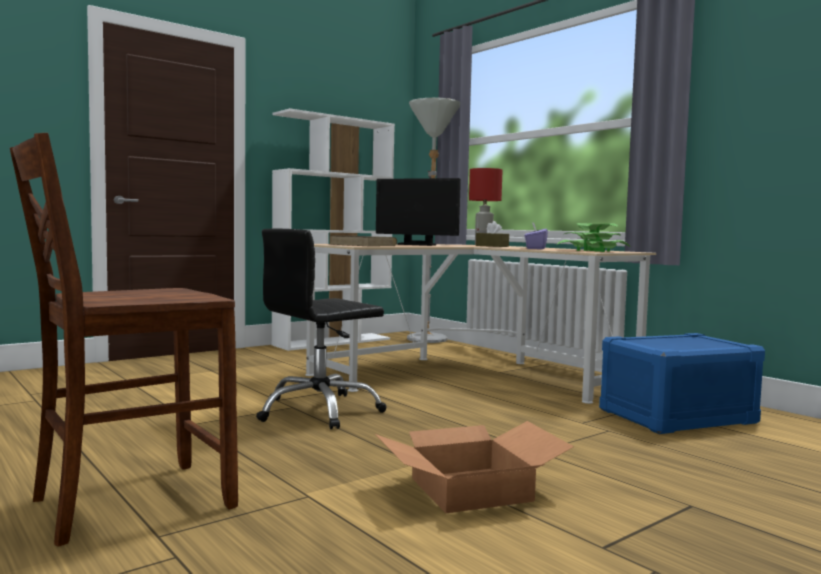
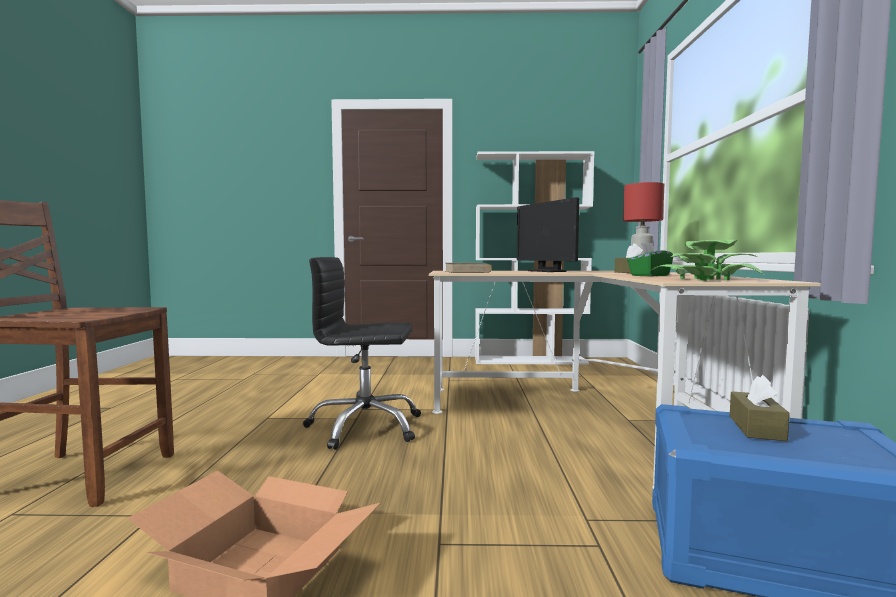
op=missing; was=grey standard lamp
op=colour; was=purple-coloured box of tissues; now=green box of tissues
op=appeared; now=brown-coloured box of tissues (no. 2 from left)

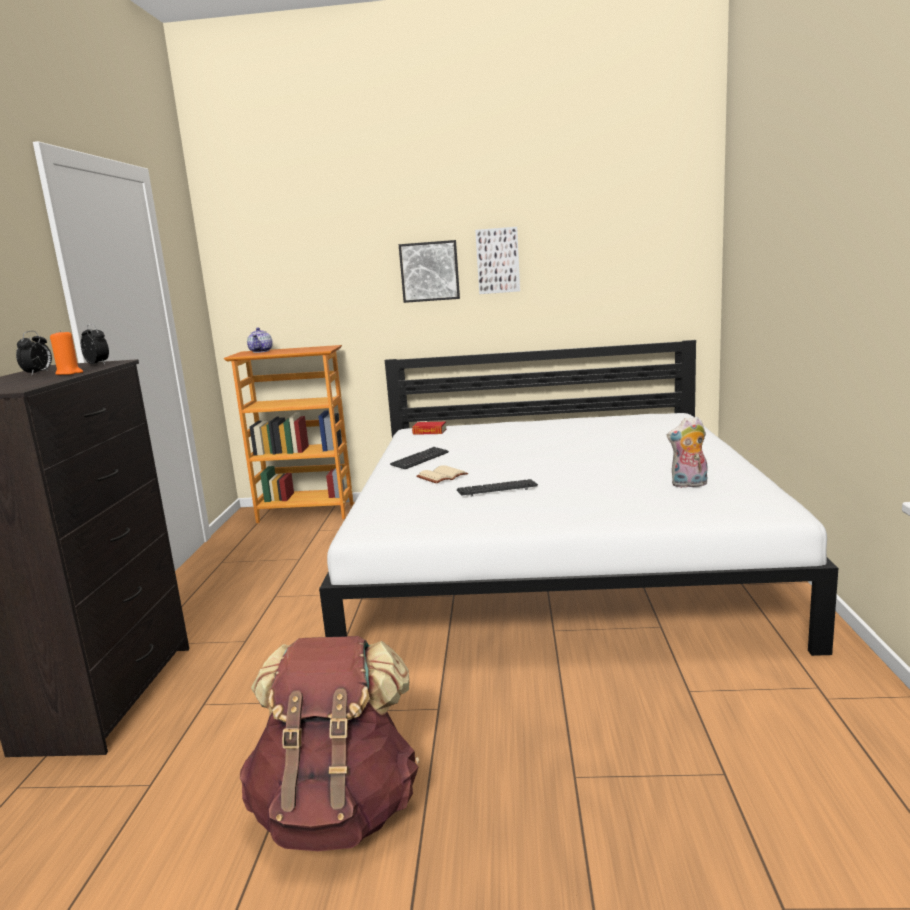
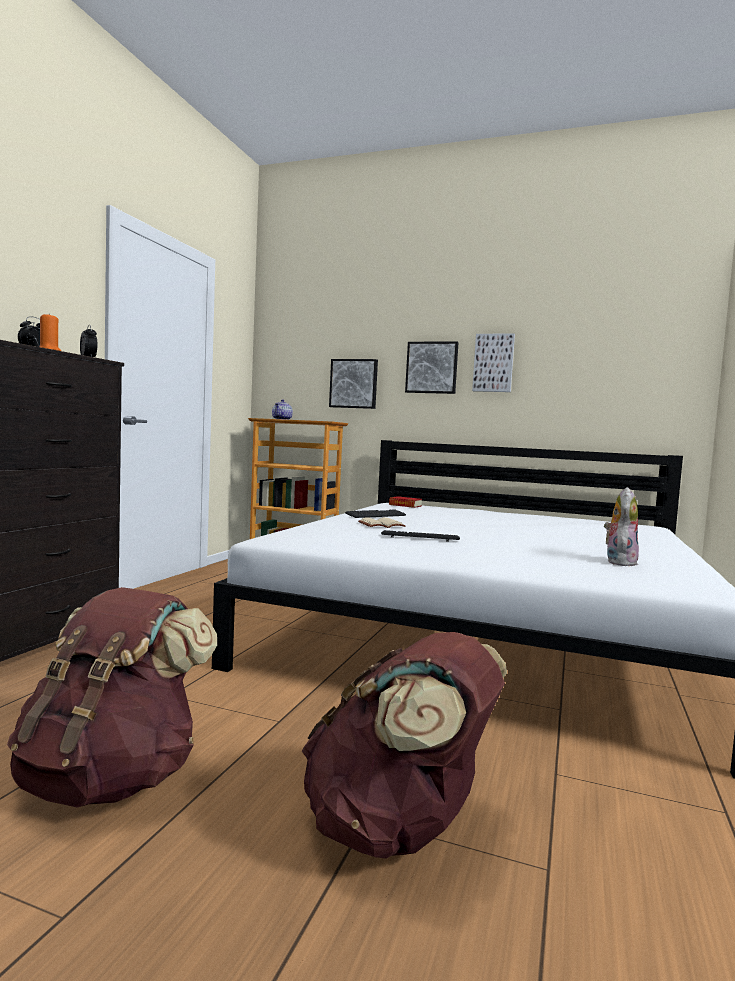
op=spun; was=soft toy; clockwise=105
op=appeared; now=brown-coloured backpack (no. 2 from left)
op=appeared; now=wall picture (no. 1 from left)

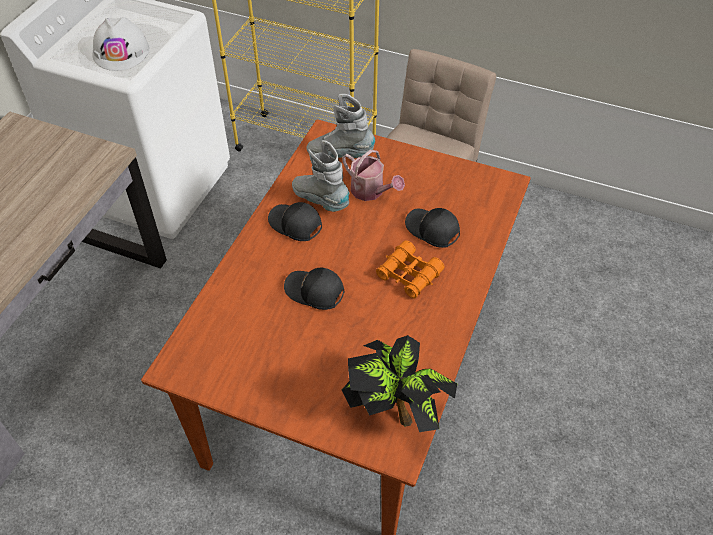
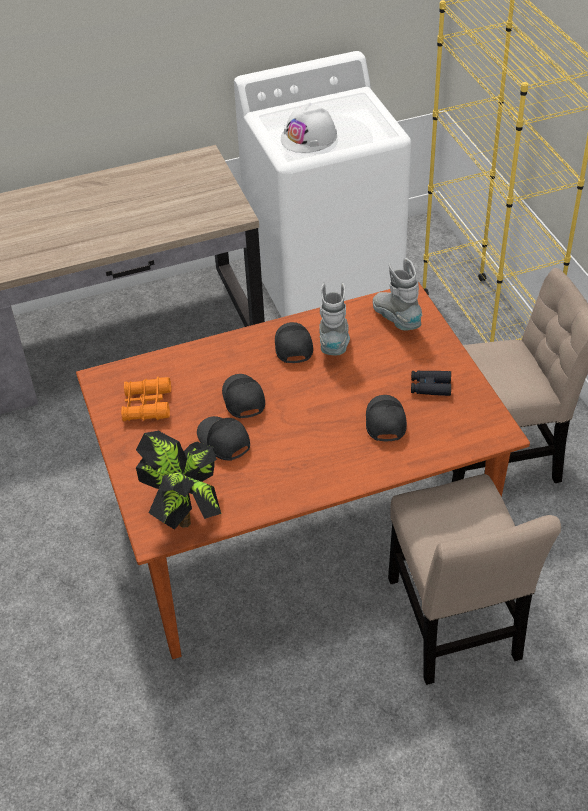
op=missing; was=watering can
op=relocated; was=orangey field glasses
op=appeared; now=black cap (no. 1 from left)
op=appeared; now=beige-coloured upright chair (no. 1 from left)
op=appeared; now=black field glasses

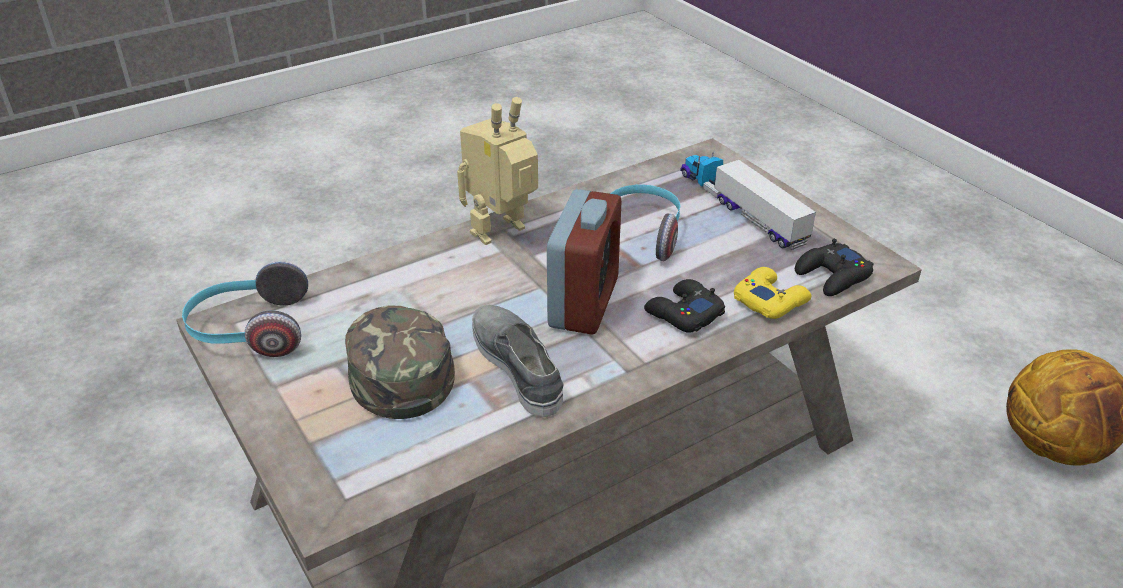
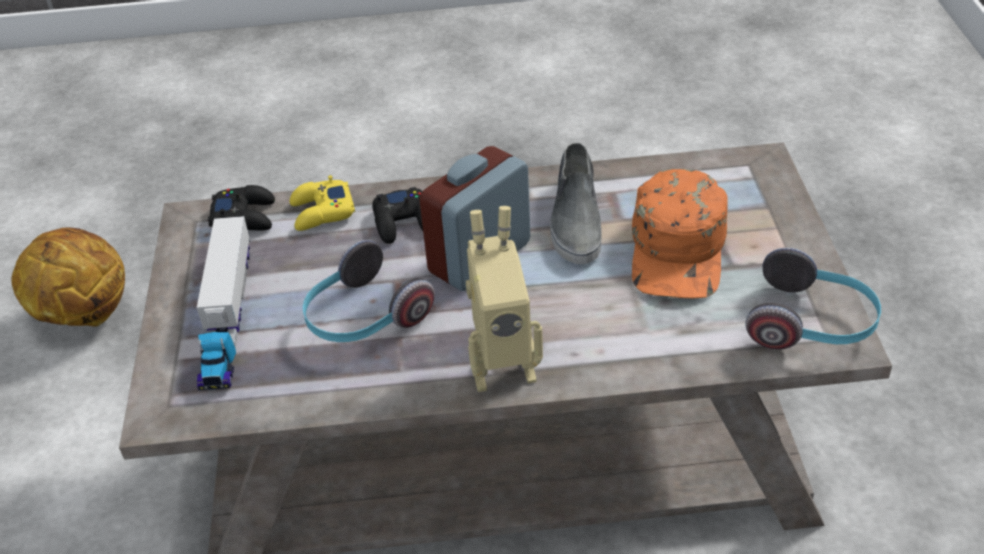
op=colour; was=green cap; now=orangey cap

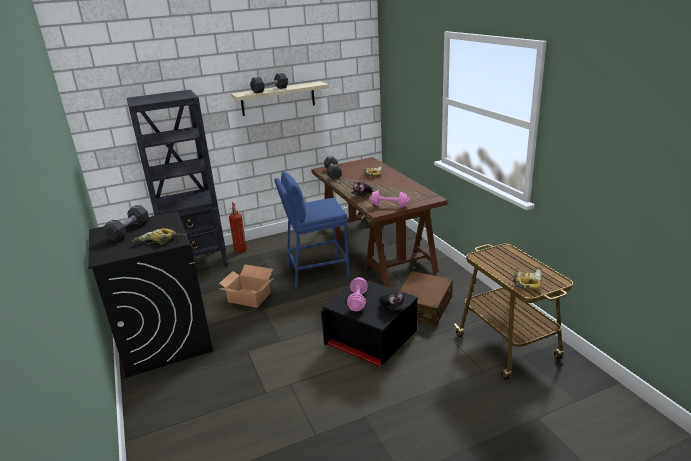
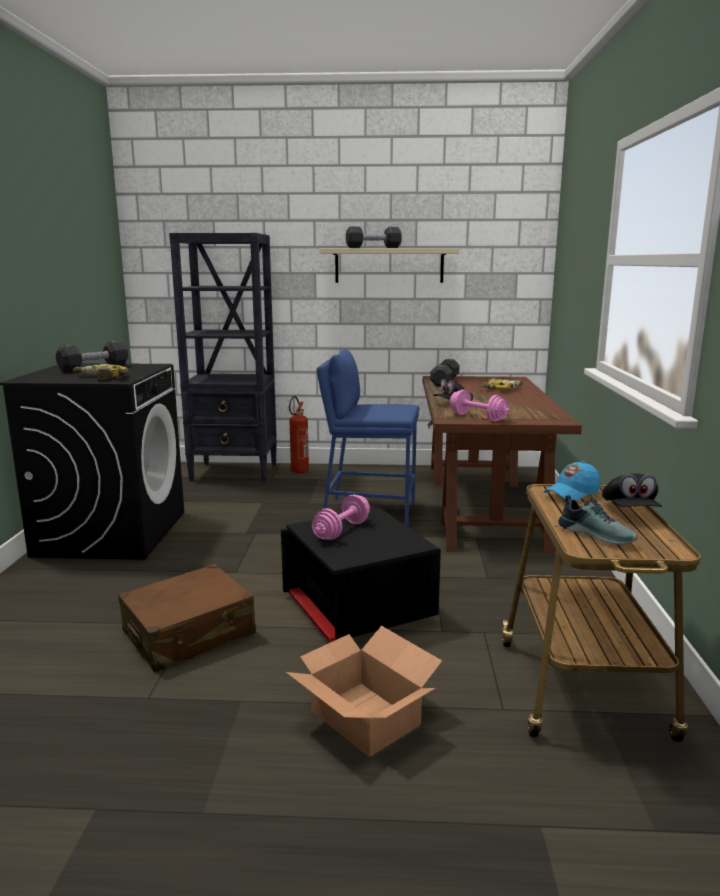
op=relocated; was=carton
op=relocated; was=black cap (no. 2 from left)
op=relocated; was=brown-coloured suitcase
op=exchanged; was=drill (no. 3 from left); now=item of footwear
op=appeared; now=bluish cap

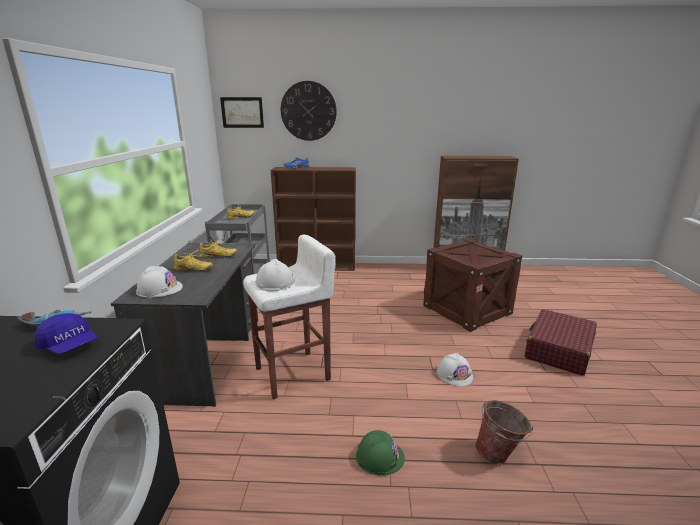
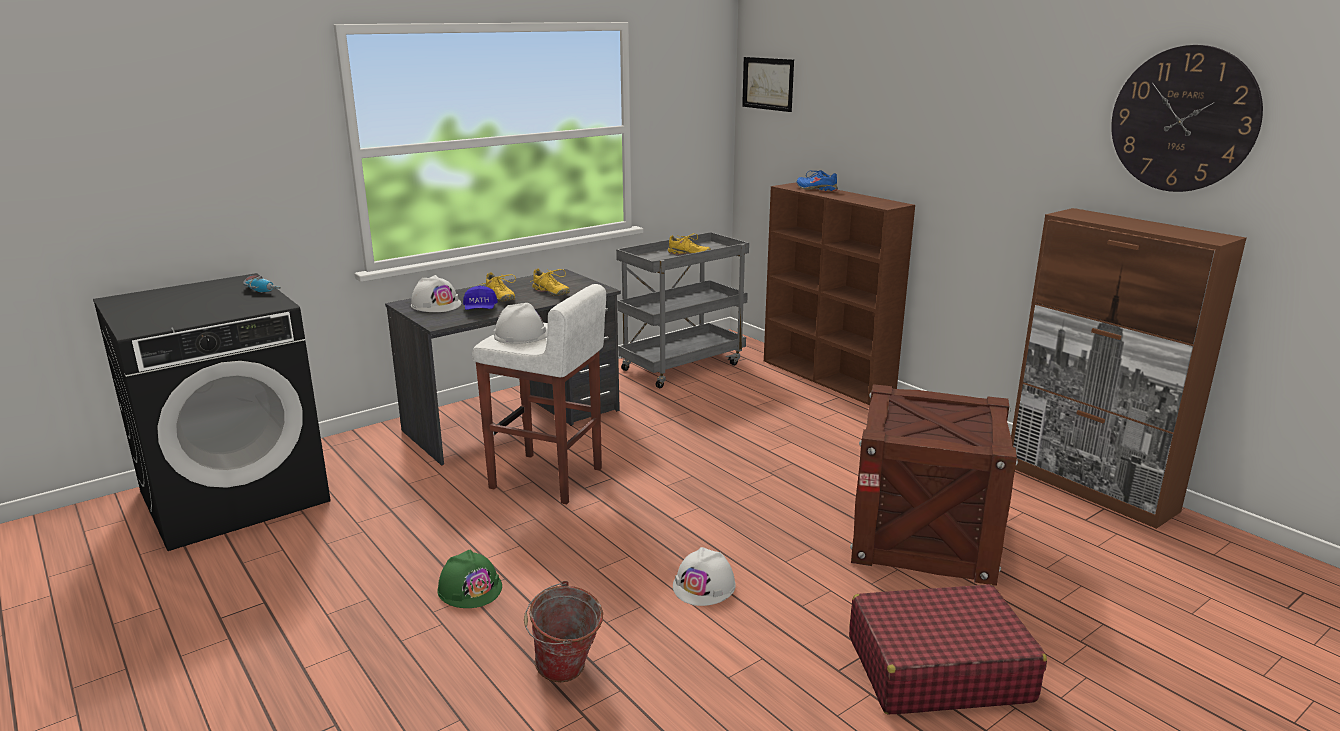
op=relocated; was=bluish cap
op=relocated; was=wall clock

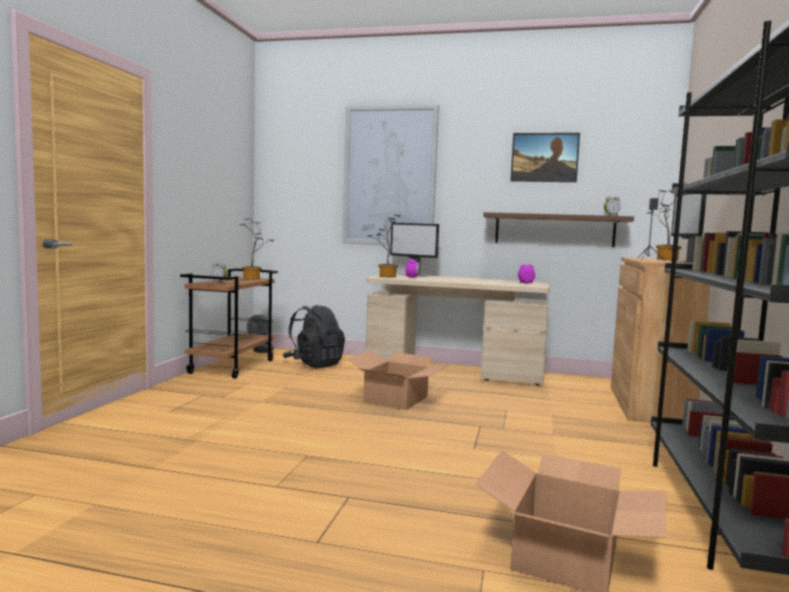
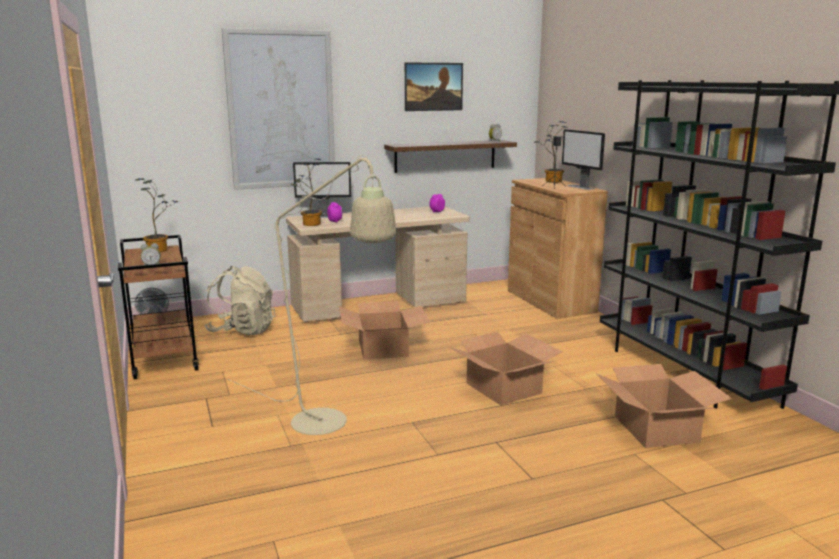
op=colour; was=black backpack; now=beige-coloured backpack
op=appeared; now=beige-coloured standard lamp
op=appeared; now=carton (no. 2 from left)

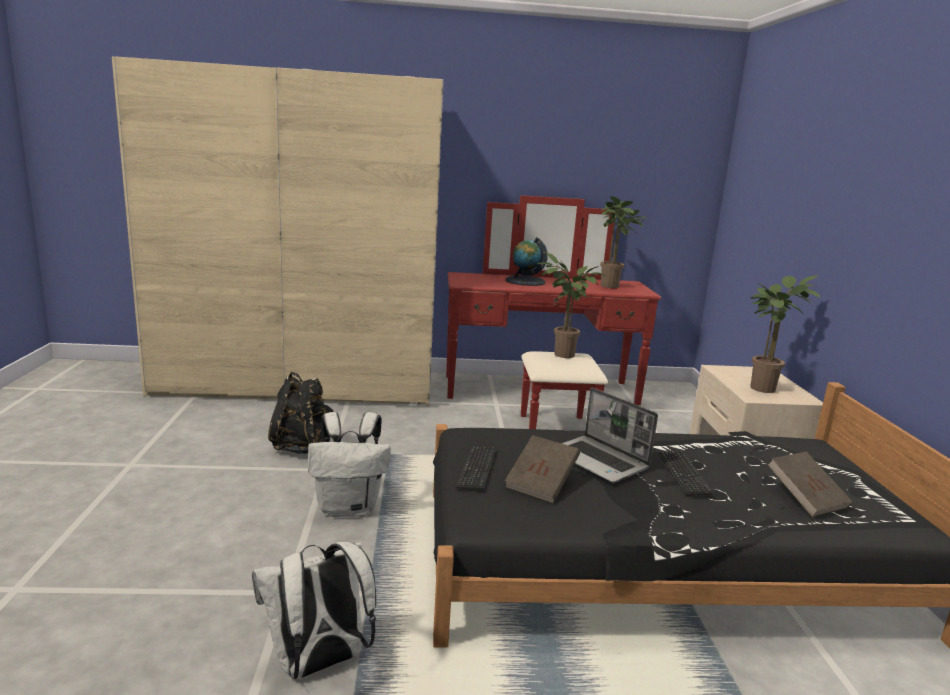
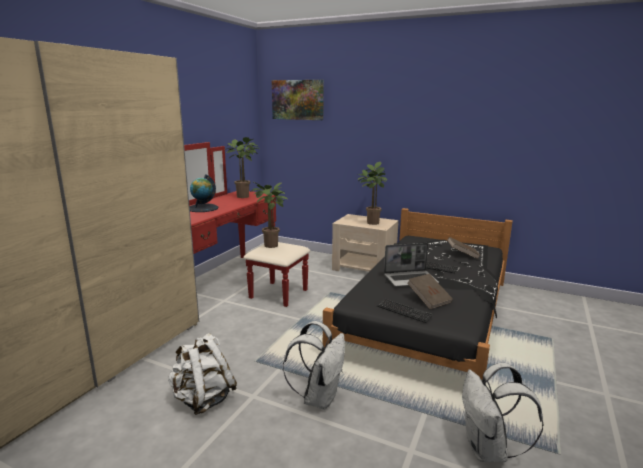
op=colour; was=black backpack; now=white backpack (no. 1 from left)
op=appeared; now=wall picture

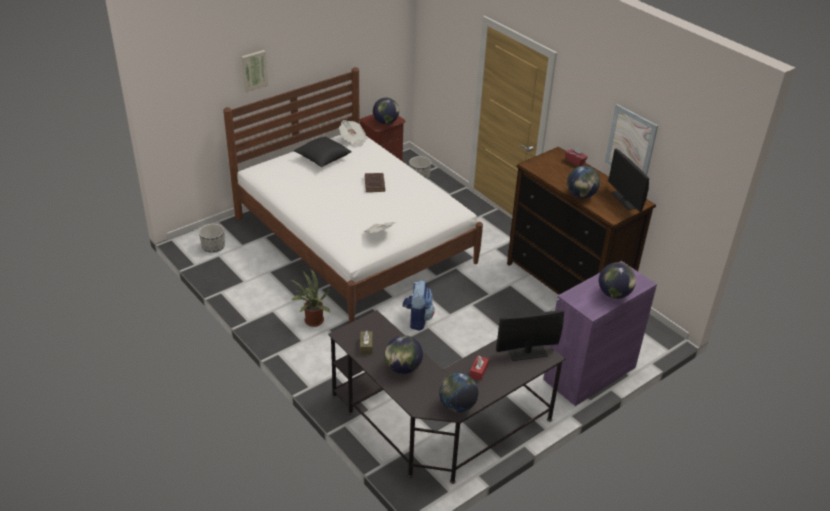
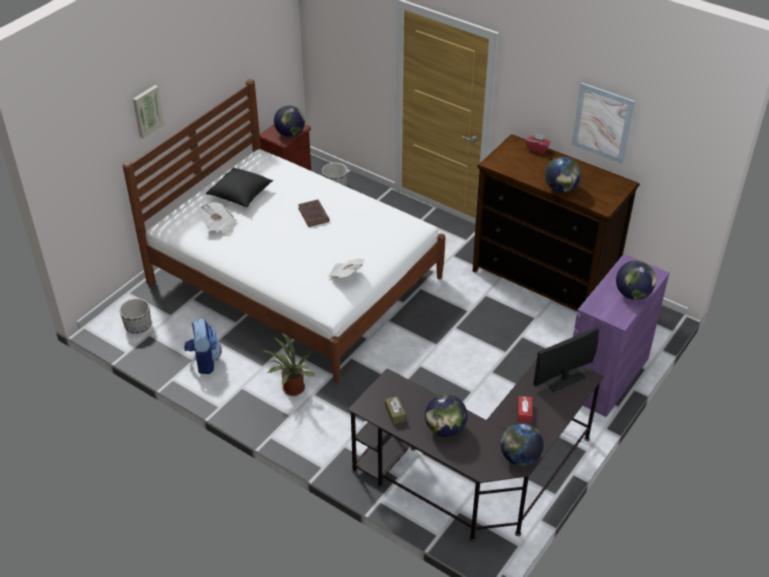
op=relocated; was=daily paper (no. 1 from left)
op=relocated; was=backpack
op=missing; was=computer display (no. 2 from left)

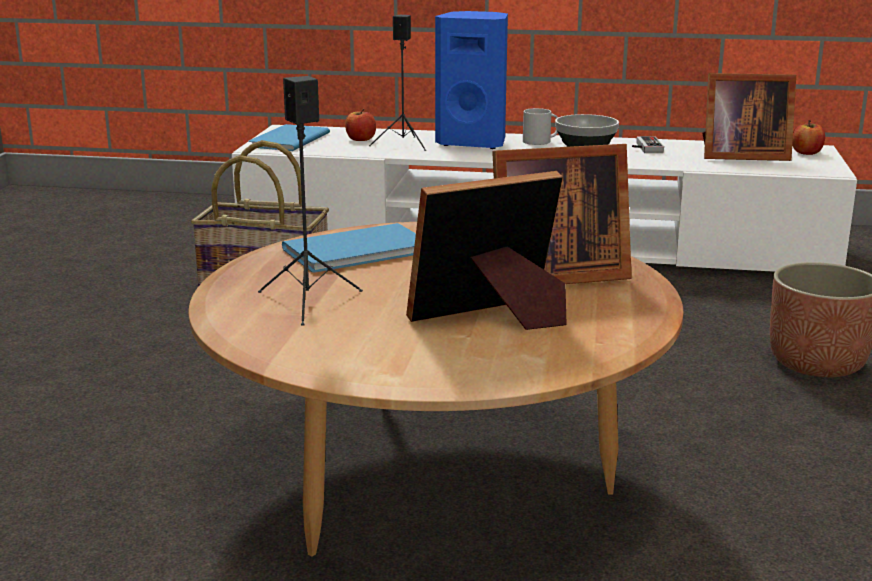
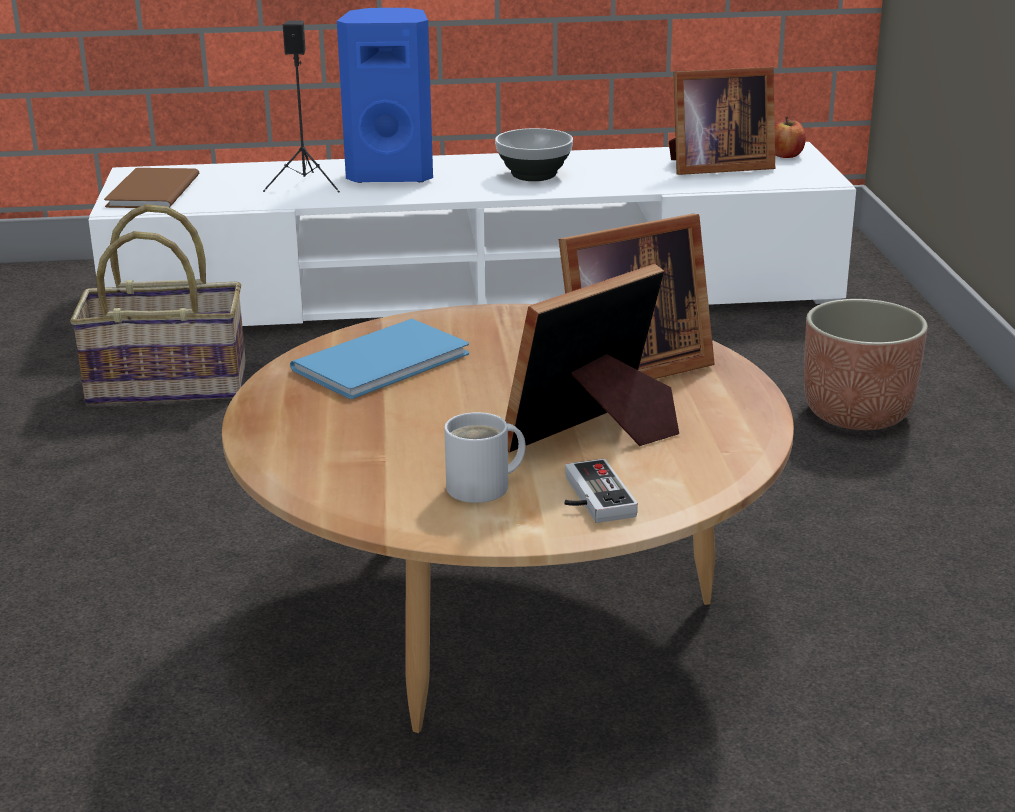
op=colour; was=bluish volume (no. 1 from left); now=brown-coloured volume
op=missing; was=black speaker (no. 1 from left)
op=missing; was=apple fruit (no. 1 from left)
op=relocated; was=white coffee mug
op=relocated; was=game controller

